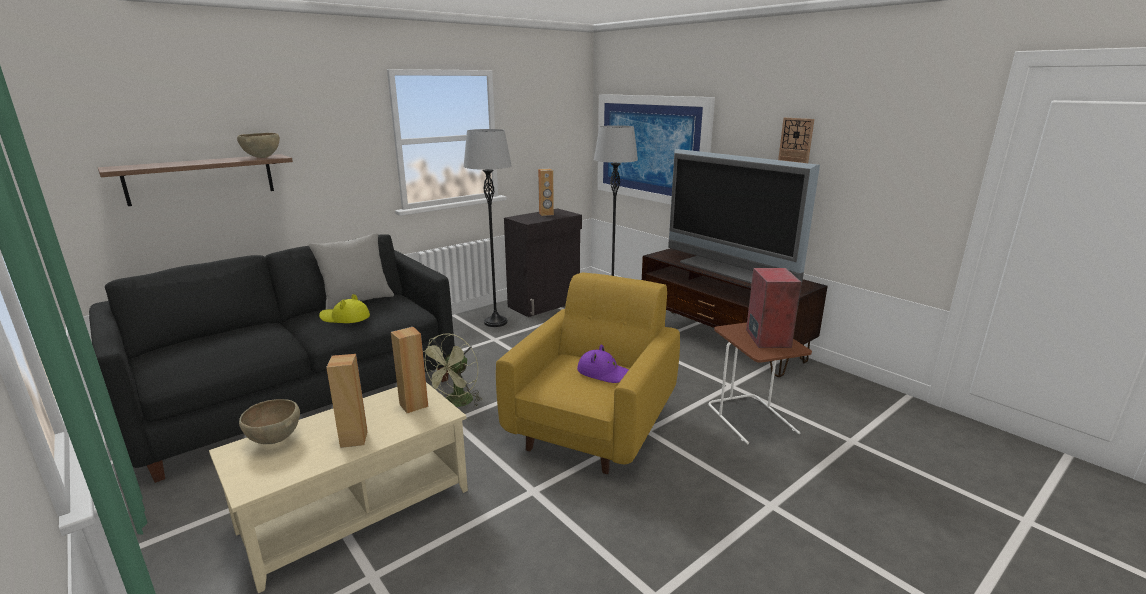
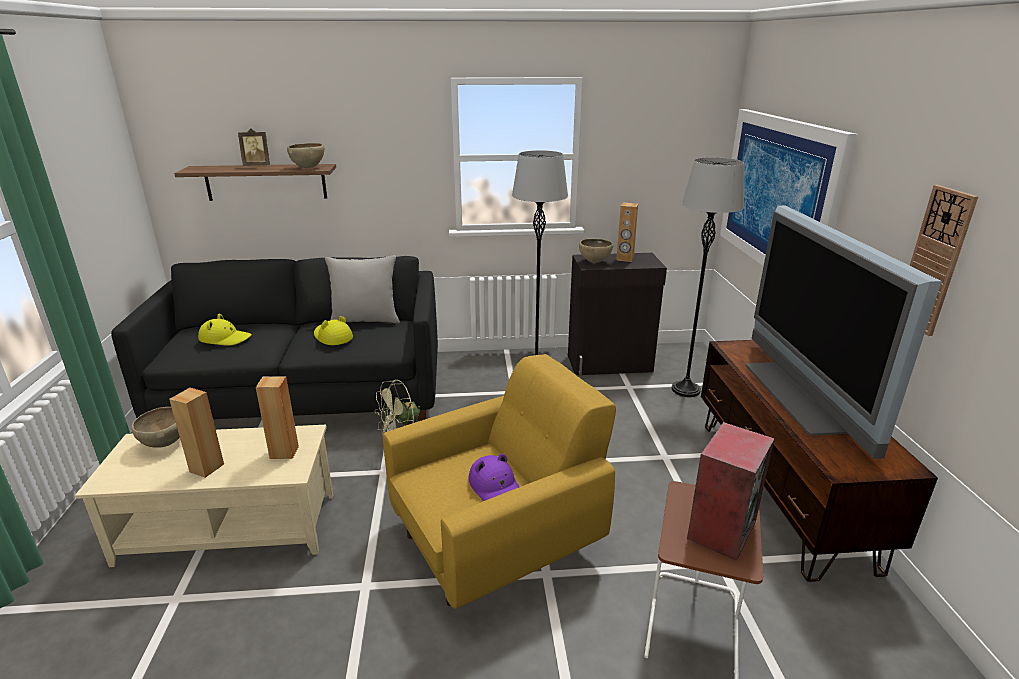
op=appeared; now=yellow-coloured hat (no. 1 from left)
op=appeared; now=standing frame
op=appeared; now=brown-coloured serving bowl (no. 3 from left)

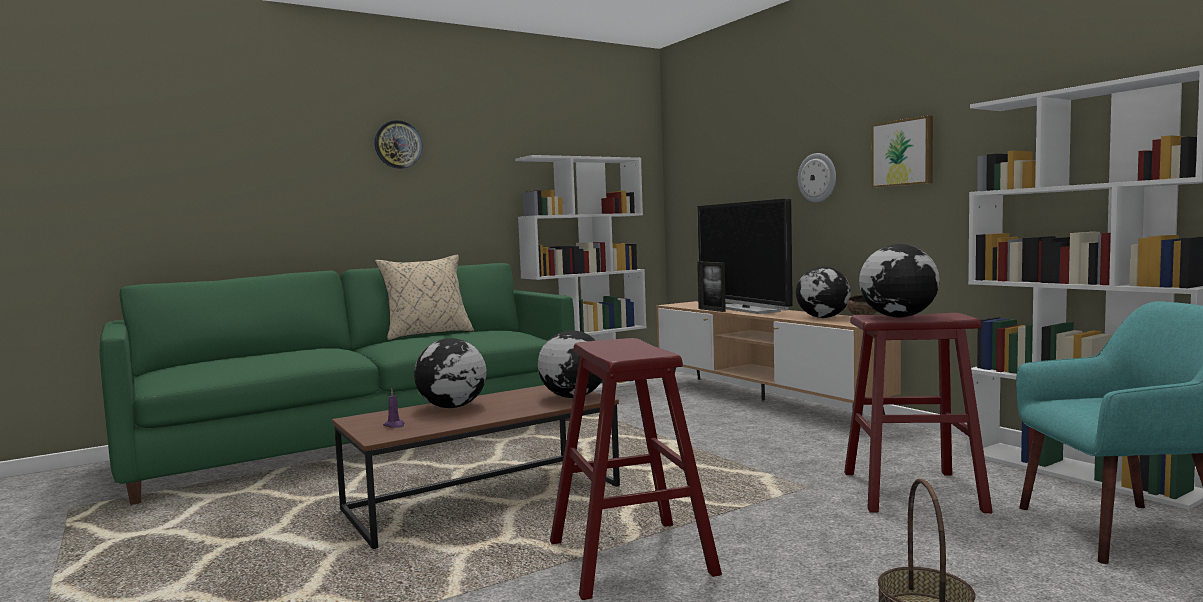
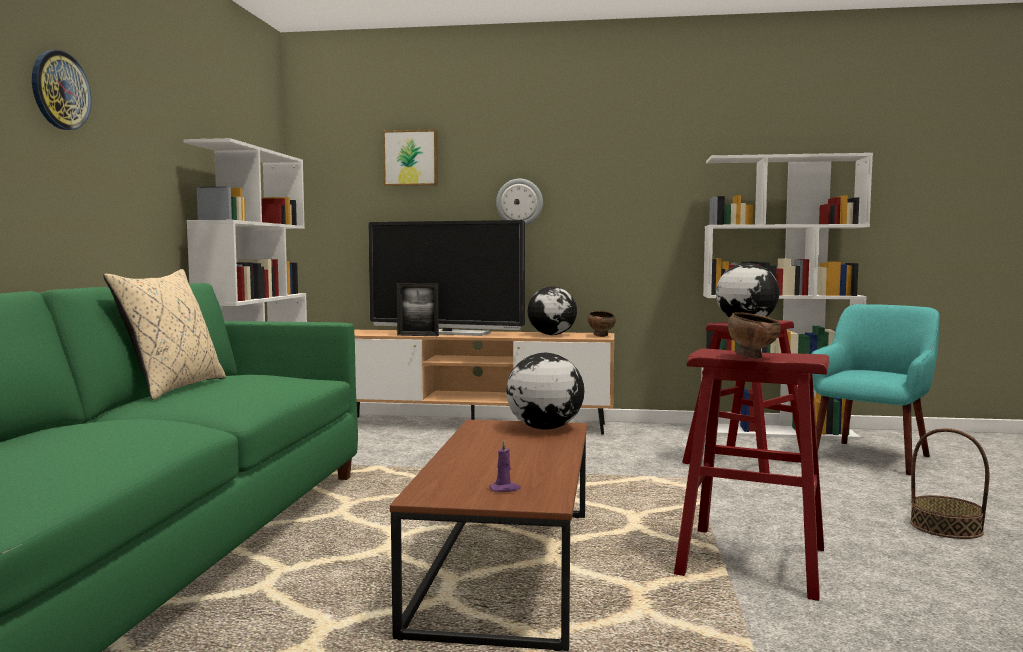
op=missing; was=desk globe (no. 1 from left)
op=relocated; was=wall picture
op=appeared; now=brown-coloured serving bowl (no. 2 from left)

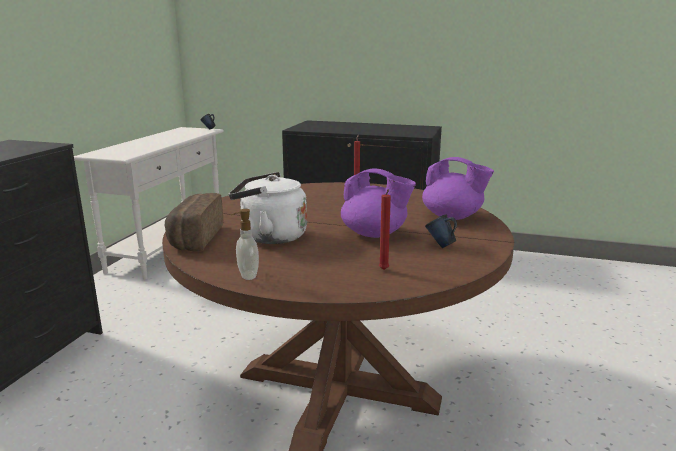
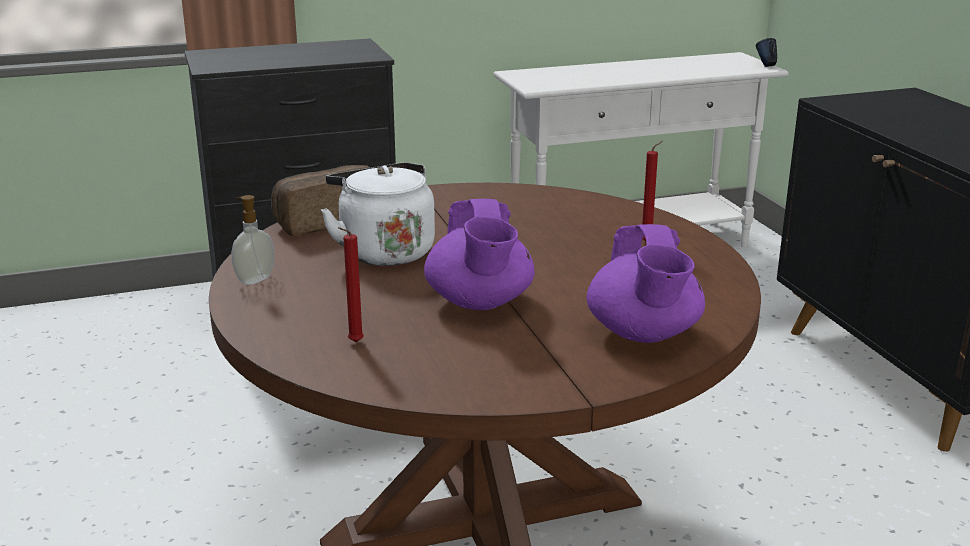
op=missing; was=bluish coffee mug (no. 2 from left)

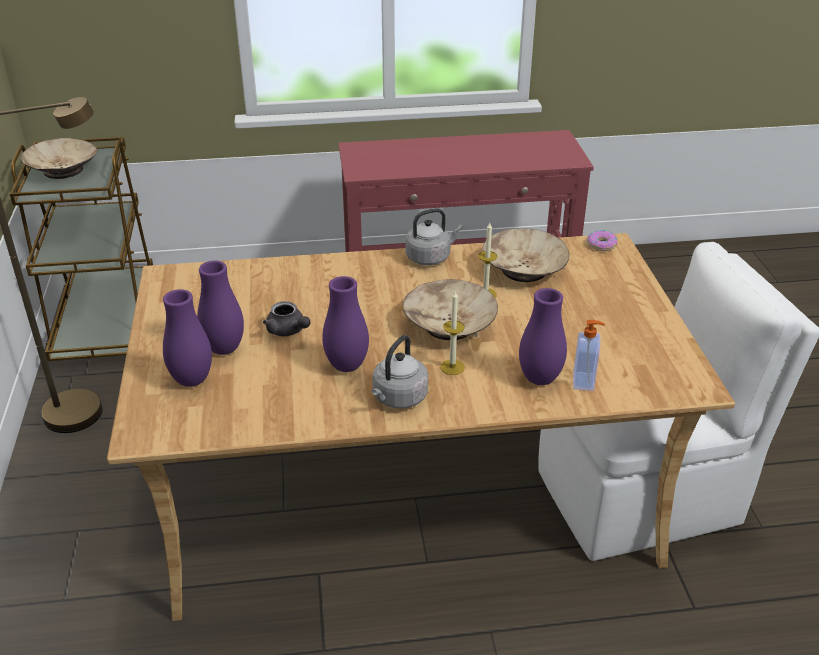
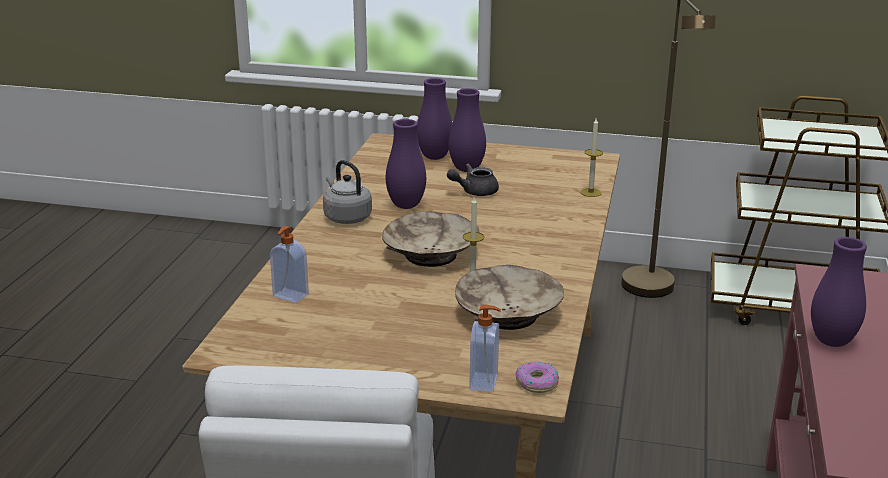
op=missing; was=beige-coloured serving bowl (no. 1 from left)
op=missing; was=grey water kettle (no. 2 from left)
op=relocated; was=candle (no. 1 from left in the first image); now=candle (no. 2 from left)
op=relocated; was=purple-coloured decorative vase (no. 4 from left)
op=appeared; now=soap bottle (no. 2 from left)

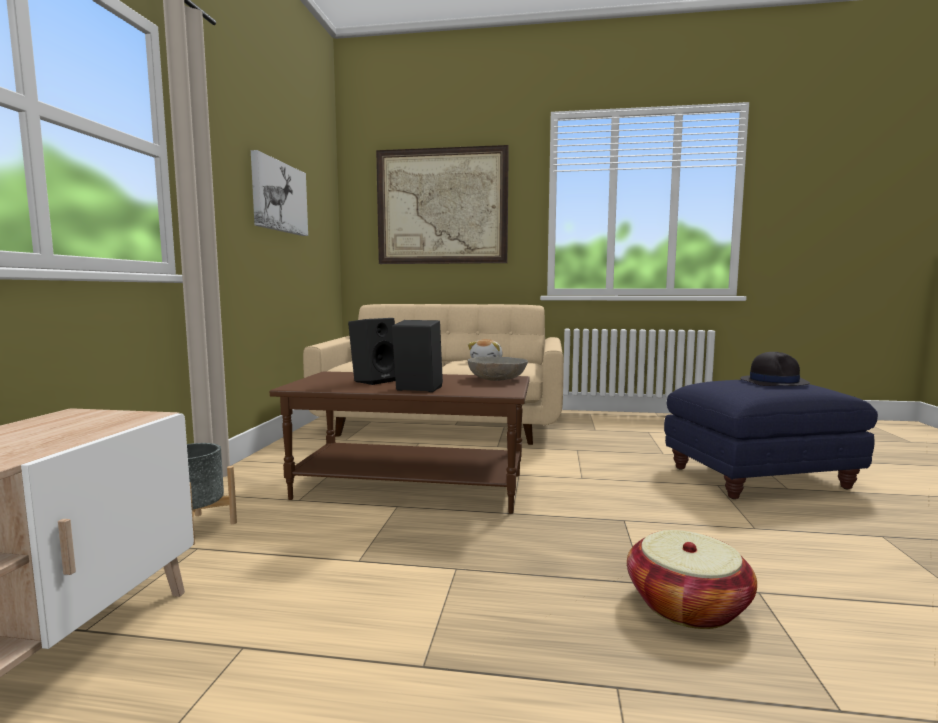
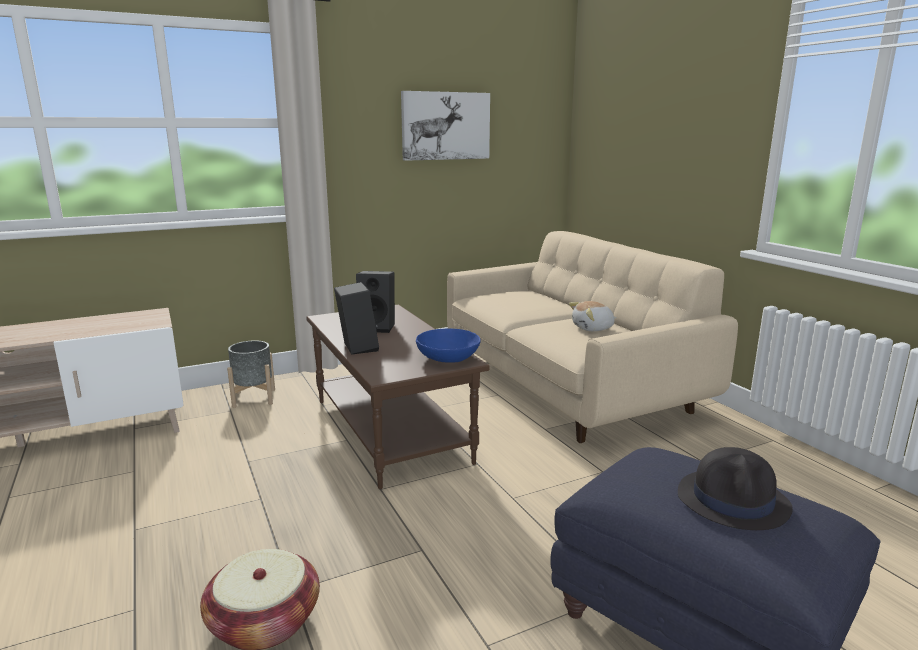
op=missing; was=wall picture (no. 2 from left)
op=colour; was=grey serving bowl; now=bluish serving bowl

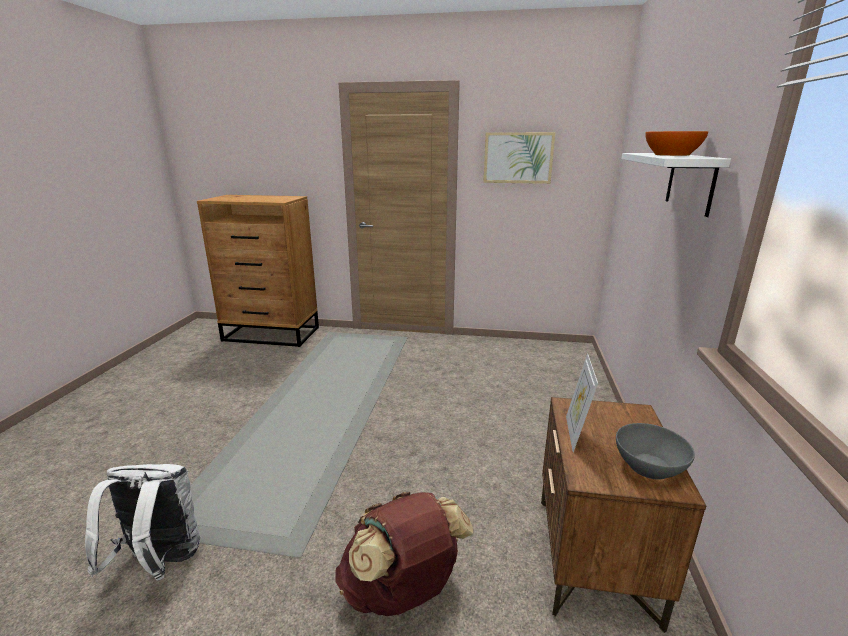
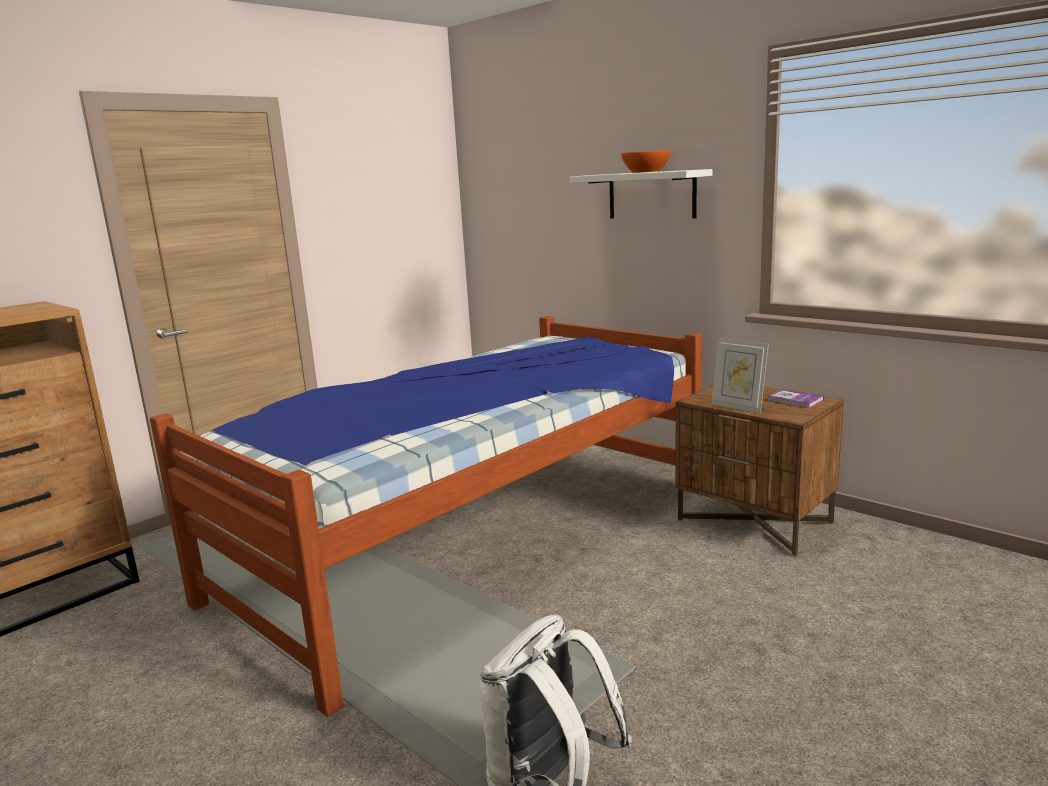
op=missing; was=brown-coloured backpack
op=missing; was=wall picture
op=exchanged; was=grey serving bowl; now=volume
op=appeared; now=bed

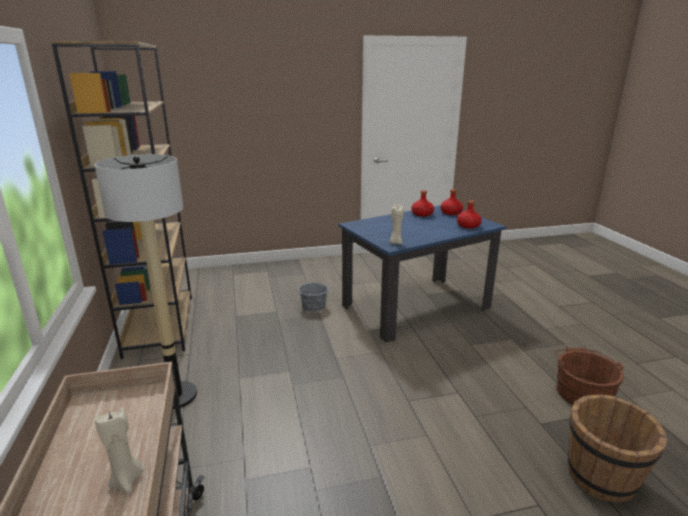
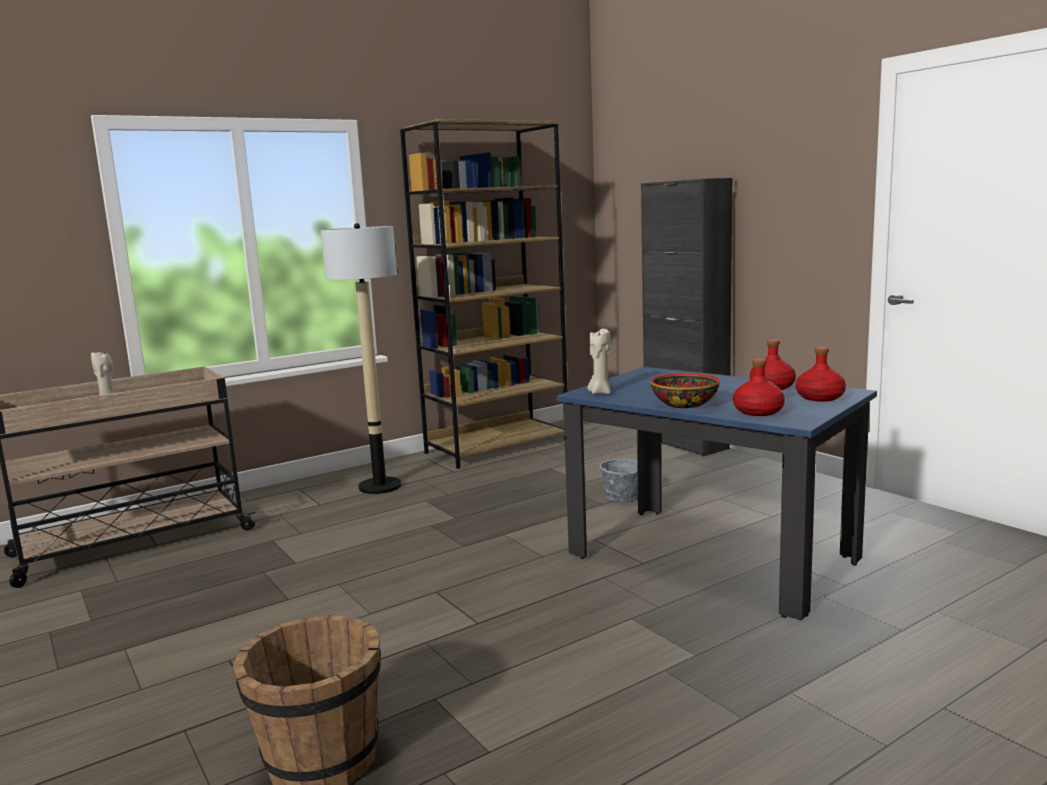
op=missing; was=brown-coloured pail (no. 1 from left)
op=appeared; now=black storage cabinet
op=appeared; now=serving bowl

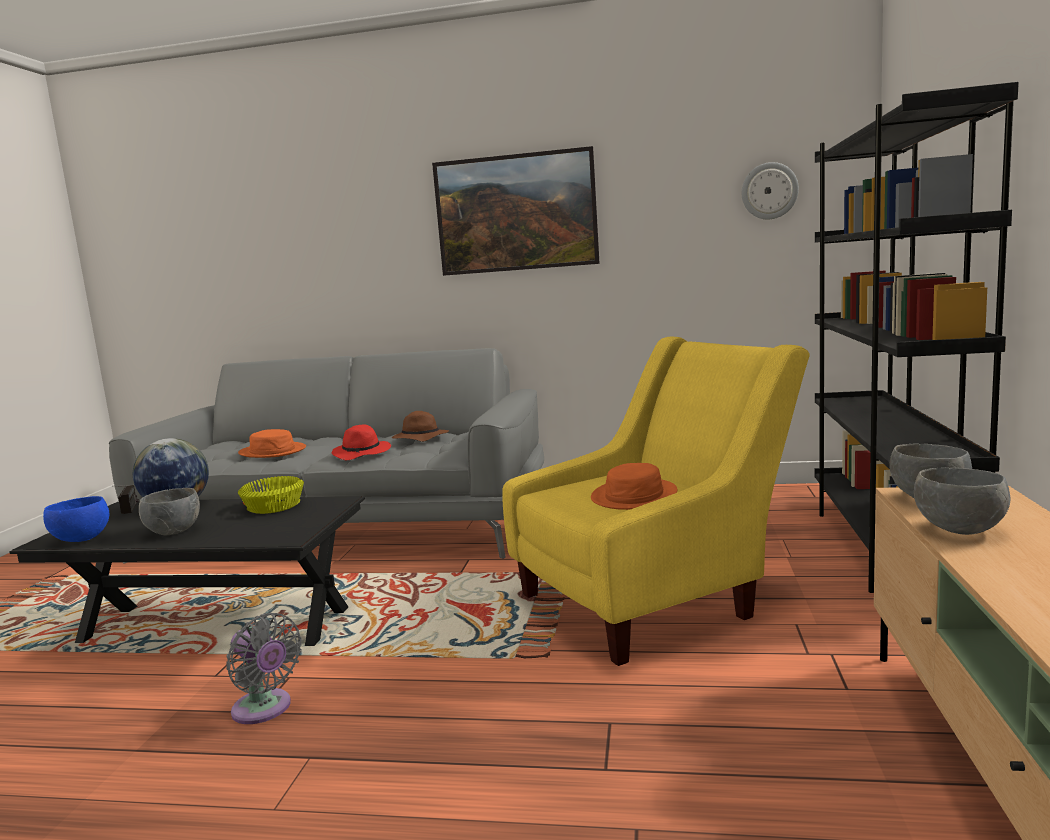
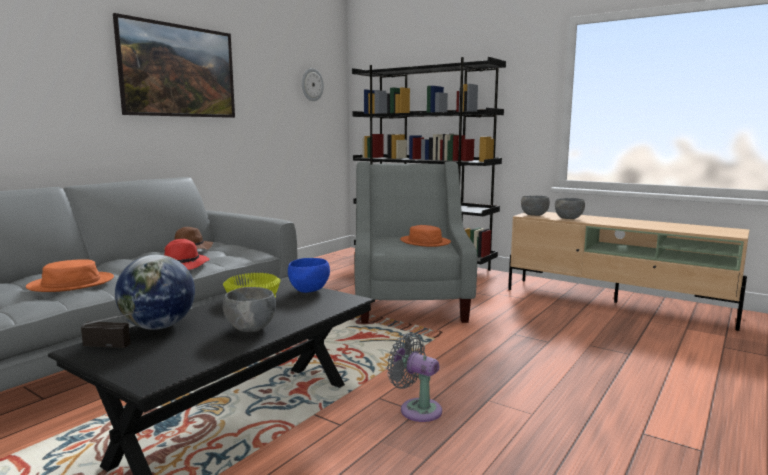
op=relocated; was=bluish serving bowl
op=spun; was=grey electric fan; clockwise=-120
op=colour; was=yellow-coloured lounge chair; now=grey lounge chair

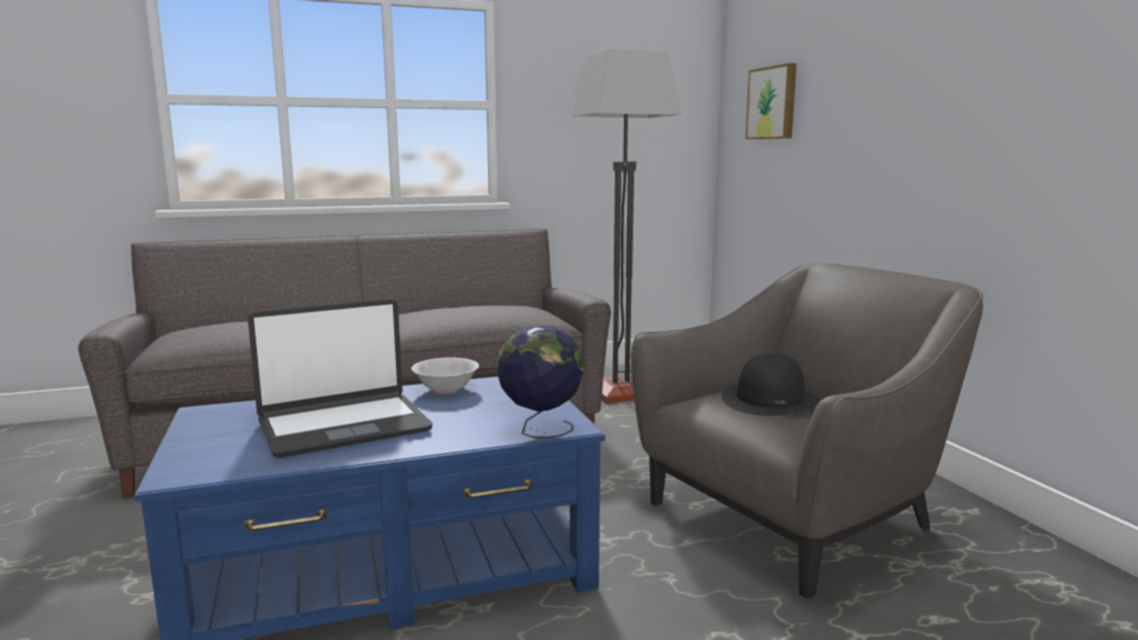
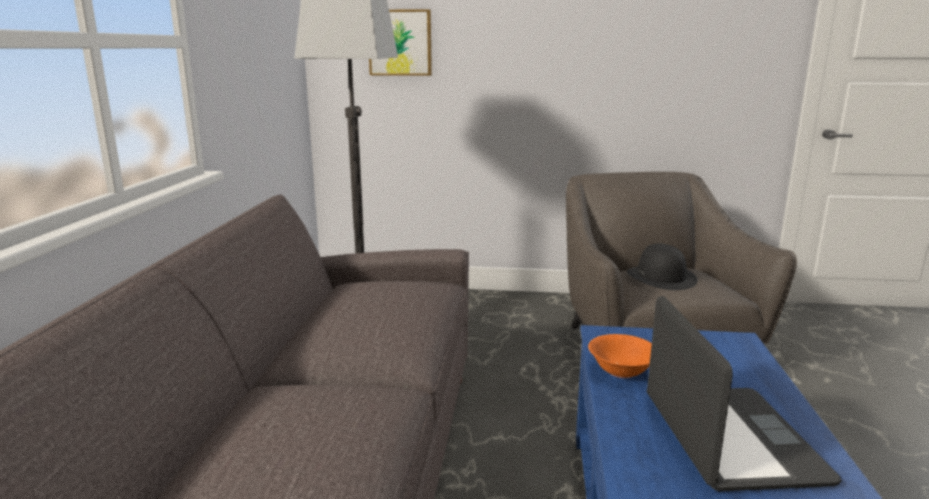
op=colour; was=white serving bowl; now=orangey serving bowl
op=missing; was=desk globe

